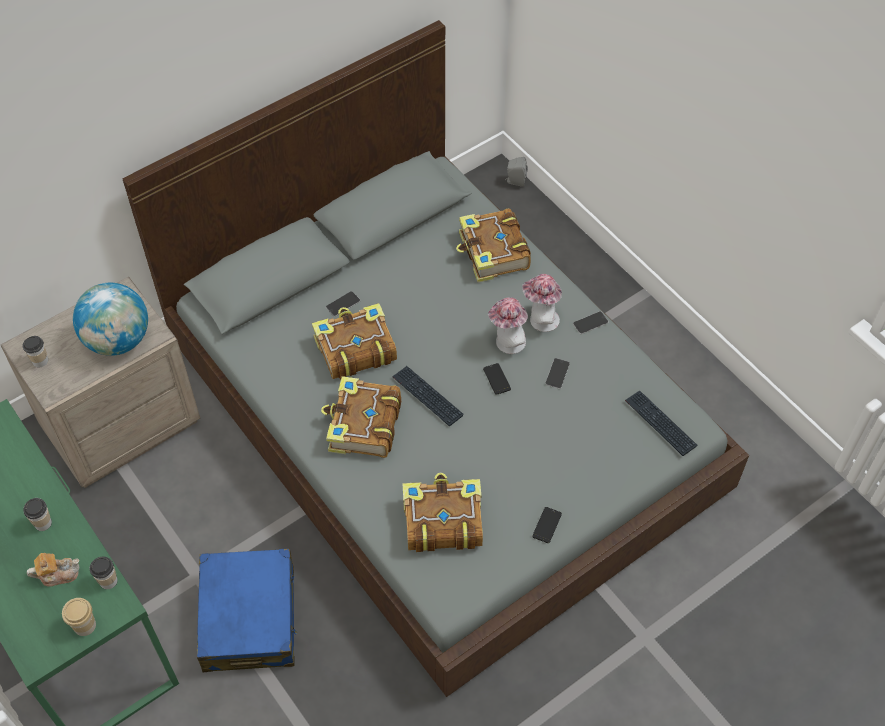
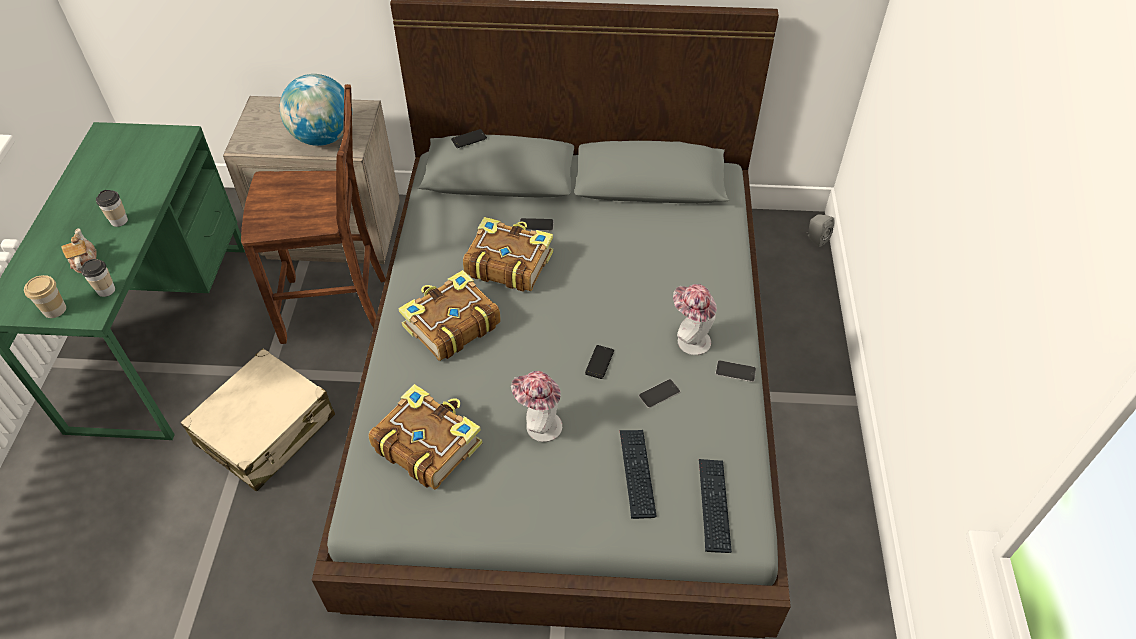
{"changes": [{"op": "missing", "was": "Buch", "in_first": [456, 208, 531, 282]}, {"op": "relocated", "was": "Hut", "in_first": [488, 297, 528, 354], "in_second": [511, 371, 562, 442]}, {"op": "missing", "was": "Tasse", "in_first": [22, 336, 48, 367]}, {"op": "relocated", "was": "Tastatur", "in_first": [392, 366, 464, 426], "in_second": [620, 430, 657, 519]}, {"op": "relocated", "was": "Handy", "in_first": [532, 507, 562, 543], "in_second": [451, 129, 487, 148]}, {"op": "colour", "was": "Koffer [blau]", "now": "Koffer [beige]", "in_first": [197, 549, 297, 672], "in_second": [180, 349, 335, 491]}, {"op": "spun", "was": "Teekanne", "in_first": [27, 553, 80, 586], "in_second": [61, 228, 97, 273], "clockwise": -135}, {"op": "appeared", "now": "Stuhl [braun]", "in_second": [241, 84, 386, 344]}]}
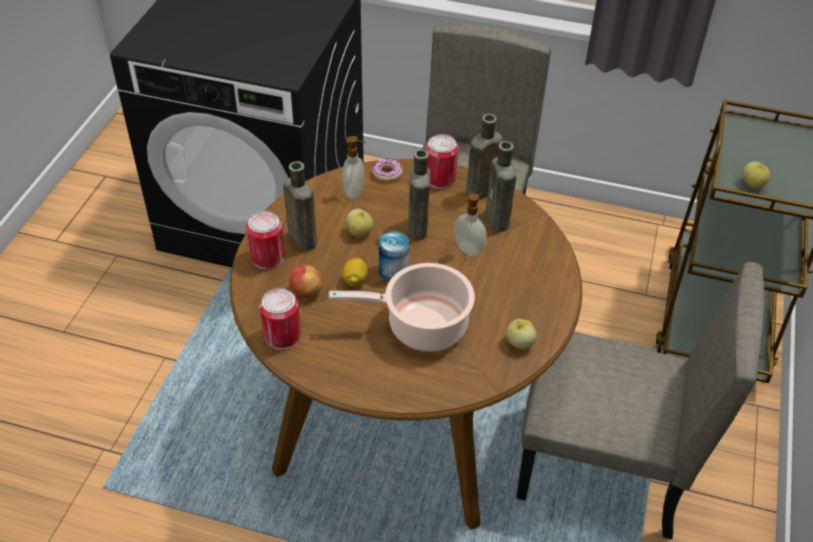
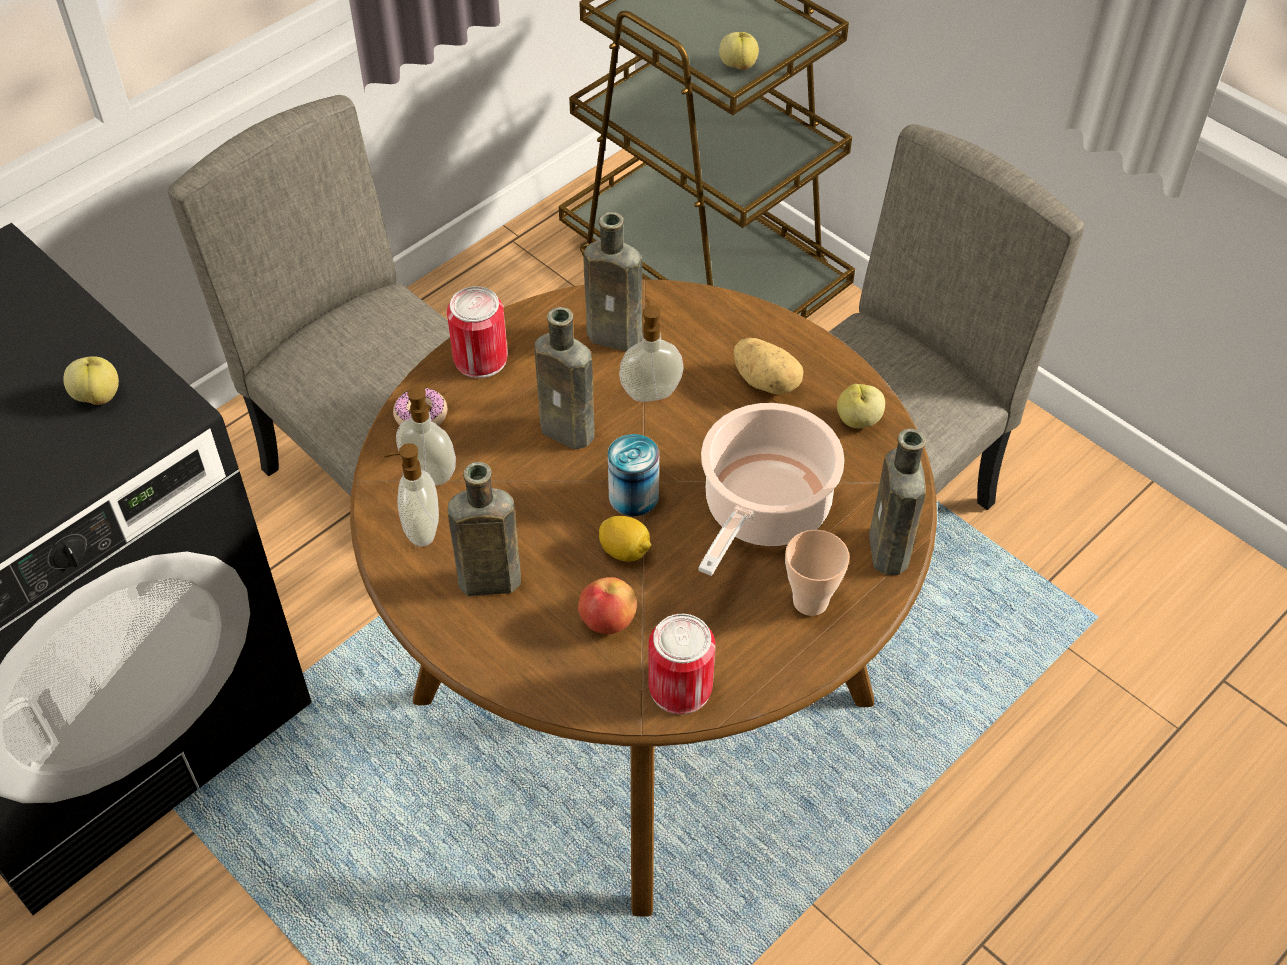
{"changes": [{"op": "relocated", "was": "Flasche [braun]", "in_first": [466, 114, 503, 200], "in_second": [869, 429, 926, 583]}, {"op": "relocated", "was": "Apfel", "in_first": [346, 209, 374, 238], "in_second": [63, 357, 119, 405]}, {"op": "missing", "was": "Dose", "in_first": [246, 211, 285, 269]}, {"op": "appeared", "now": "Kartoffel", "in_second": [734, 338, 804, 395]}, {"op": "appeared", "now": "Seifenspender", "in_second": [384, 443, 439, 547]}, {"op": "appeared", "now": "Tasse", "in_second": [785, 530, 849, 616]}]}
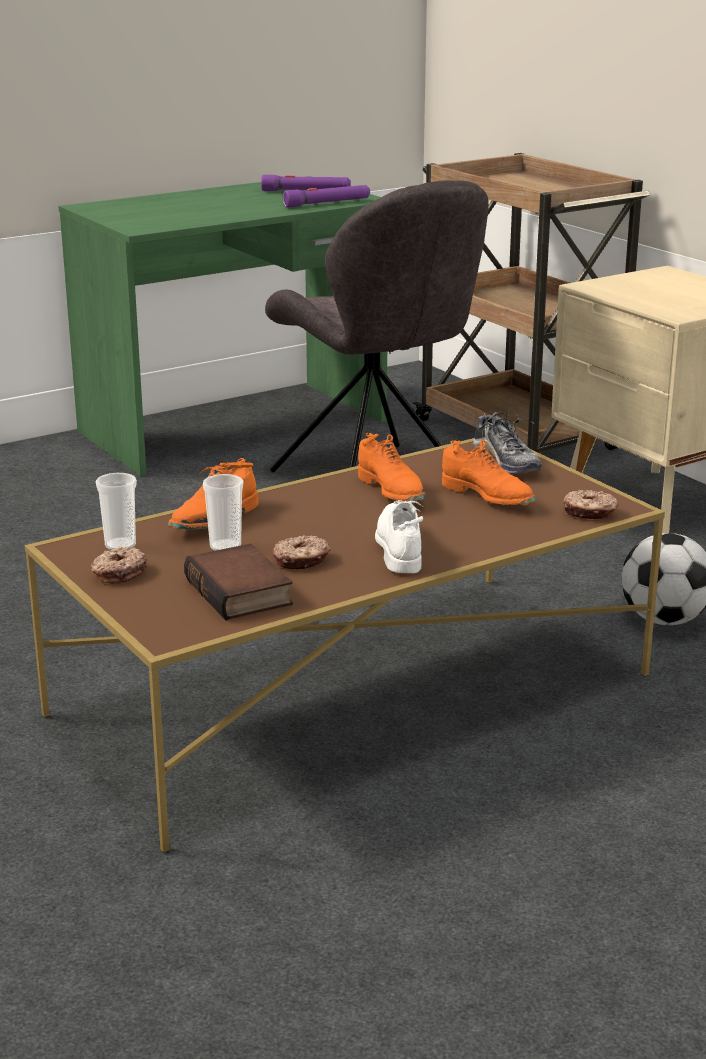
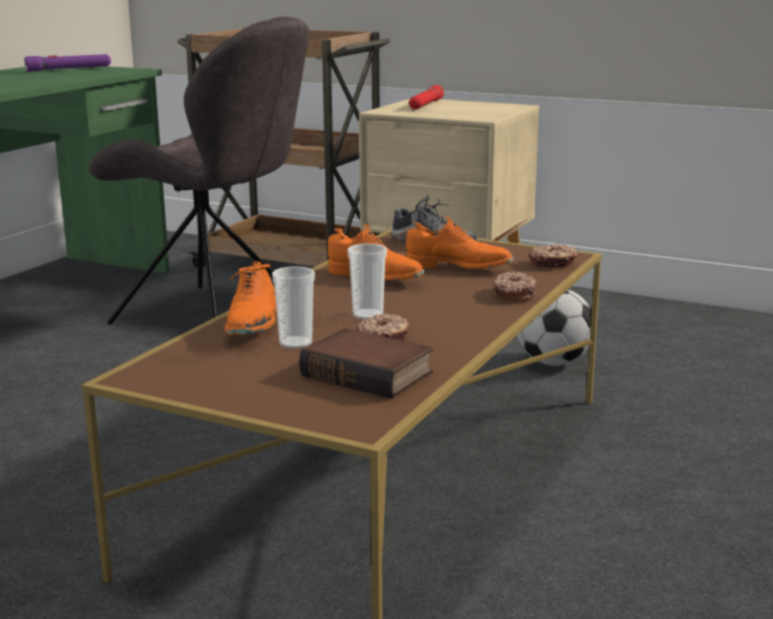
{"changes": [{"op": "missing", "was": "Taschenlampe [lila]", "in_first": [282, 185, 370, 208]}, {"op": "relocated", "was": "Tasse", "in_first": [96, 473, 137, 550], "in_second": [348, 244, 387, 320]}, {"op": "missing", "was": "Schuh [weiß]", "in_first": [375, 500, 423, 574]}, {"op": "relocated", "was": "Donut", "in_first": [91, 546, 147, 584], "in_second": [493, 272, 537, 301]}, {"op": "appeared", "now": "Taschenlampe [rot]", "in_second": [409, 85, 444, 109]}]}
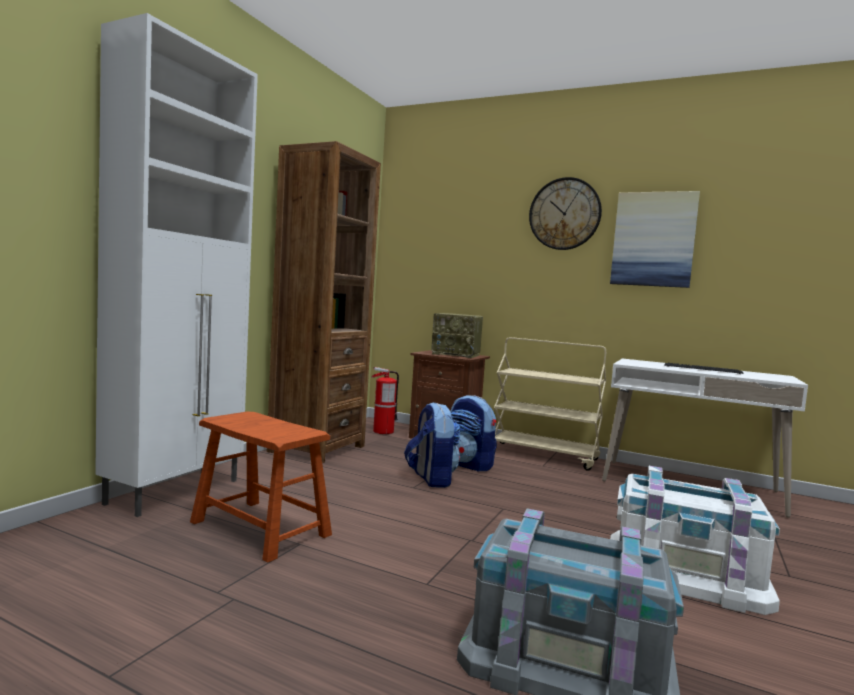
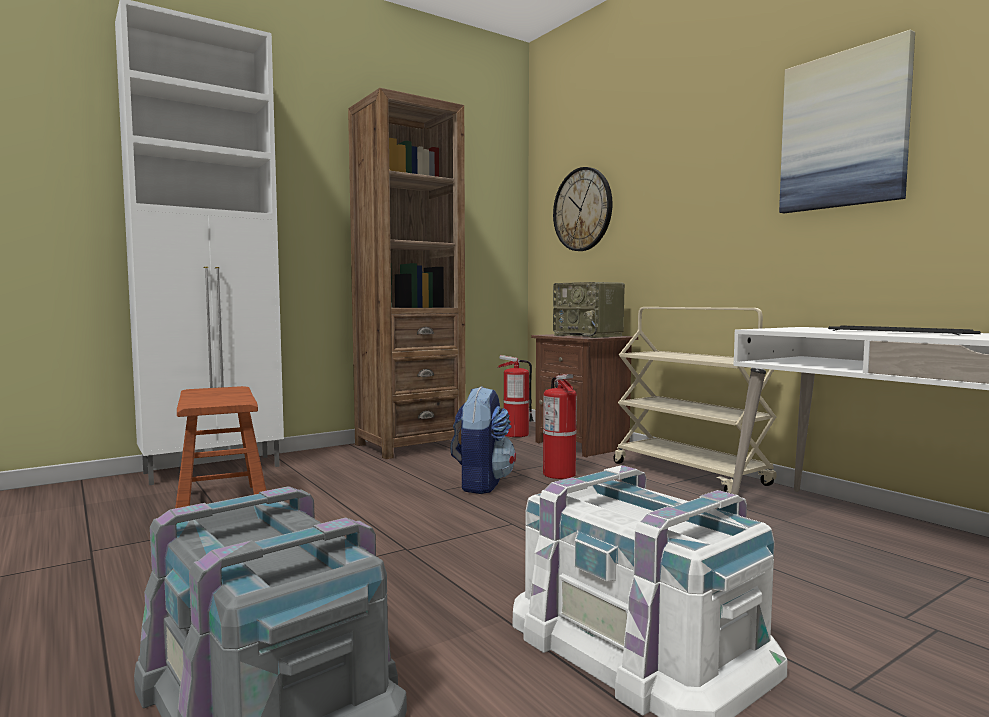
{"changes": [{"op": "relocated", "was": "Wanduhr", "in_first": [529, 177, 602, 250], "in_second": [553, 167, 612, 251]}, {"op": "exchanged", "was": "Rucksack", "now": "Feuerlöscher", "in_first": [450, 395, 497, 471], "in_second": [543, 374, 577, 479]}]}
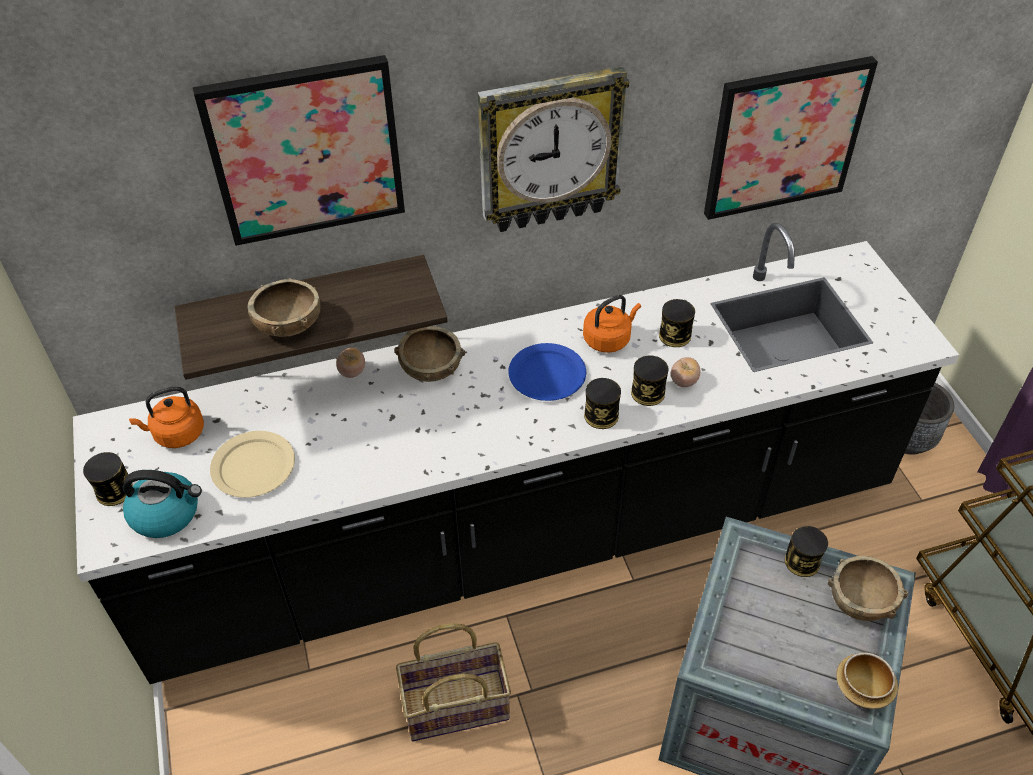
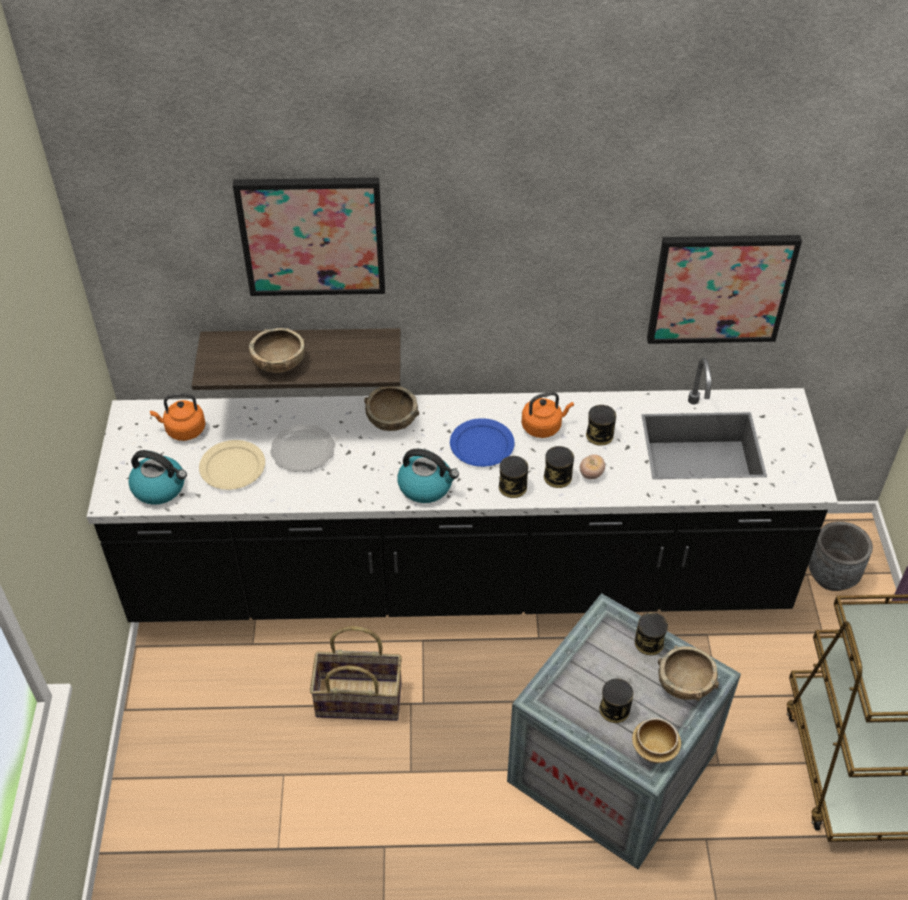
{"changes": [{"op": "missing", "was": "Wanduhr", "in_first": [478, 66, 629, 232]}, {"op": "missing", "was": "Tomate", "in_first": [336, 348, 365, 378]}, {"op": "relocated", "was": "Dose", "in_first": [83, 452, 133, 506], "in_second": [599, 678, 633, 723]}, {"op": "appeared", "now": "Teller", "in_second": [270, 424, 335, 472]}, {"op": "appeared", "now": "Wasserkessel", "in_second": [397, 449, 459, 503]}]}
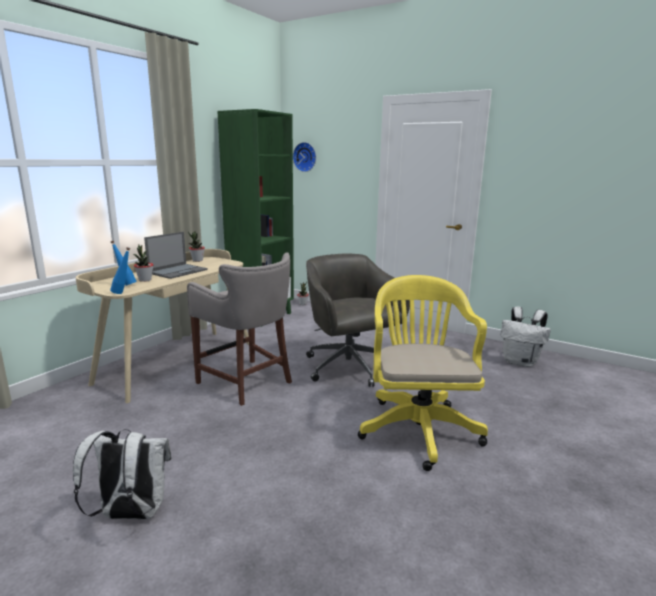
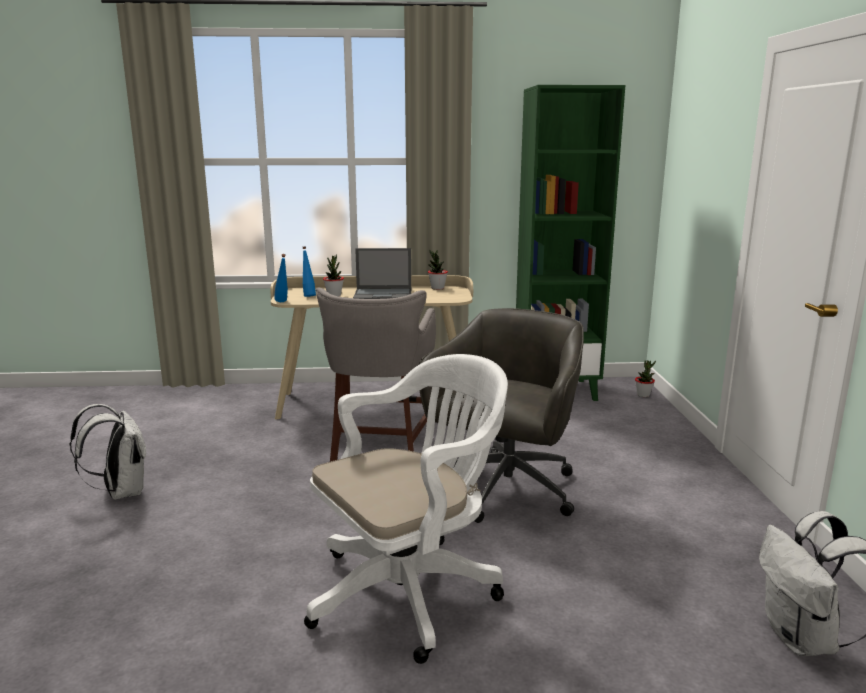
{"changes": [{"op": "missing", "was": "Wanduhr", "in_first": [293, 142, 316, 172]}, {"op": "colour", "was": "Bürostuhl [gelb]", "now": "Bürostuhl [weiß]", "in_first": [358, 275, 488, 471], "in_second": [304, 354, 508, 664]}]}
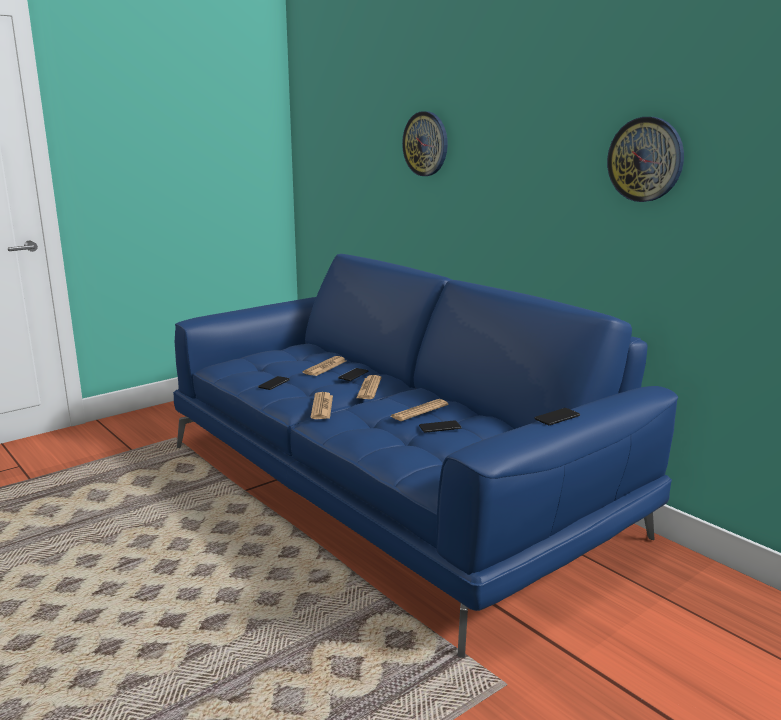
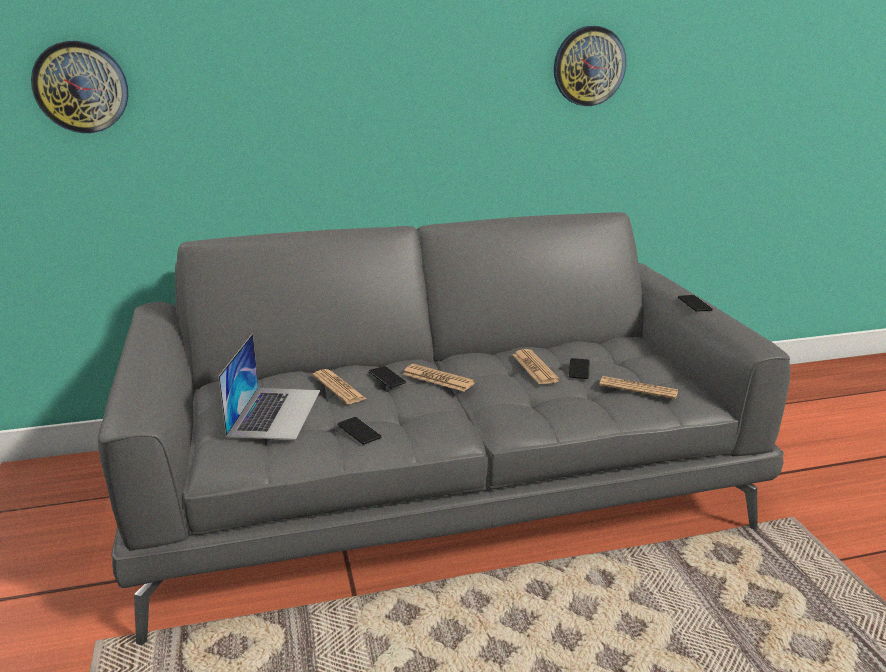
{"changes": [{"op": "relocated", "was": "Wanduhr", "in_first": [402, 111, 448, 176], "in_second": [31, 41, 128, 133]}, {"op": "colour", "was": "Sofa [blau]", "now": "Sofa [grau]", "in_first": [173, 254, 678, 658], "in_second": [97, 212, 790, 645]}, {"op": "relocated", "was": "Zeitung", "in_first": [310, 392, 333, 419], "in_second": [599, 376, 678, 399]}, {"op": "appeared", "now": "Laptop", "in_second": [218, 334, 320, 440]}]}
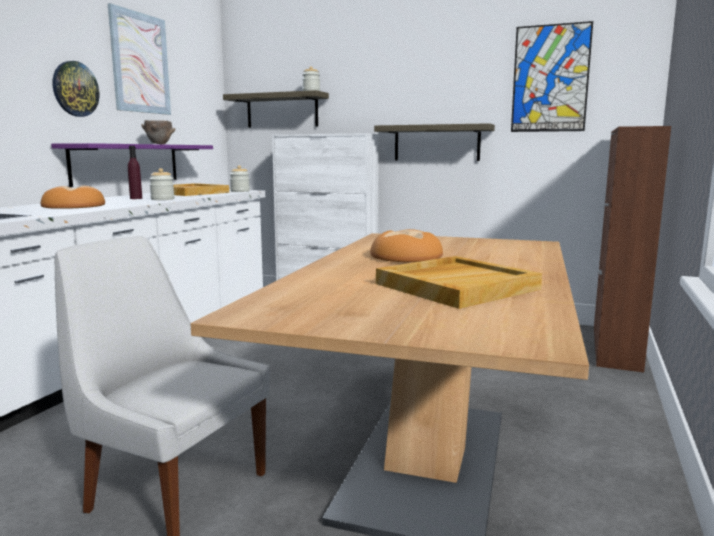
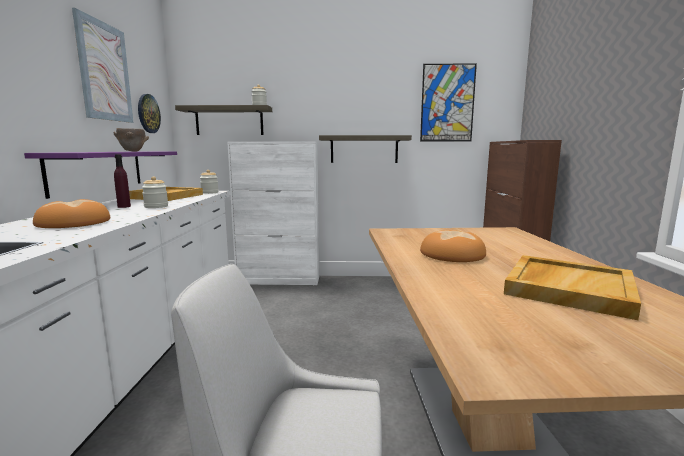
{"changes": [{"op": "relocated", "was": "Wanduhr", "in_first": [52, 61, 99, 117], "in_second": [138, 94, 161, 133]}]}
